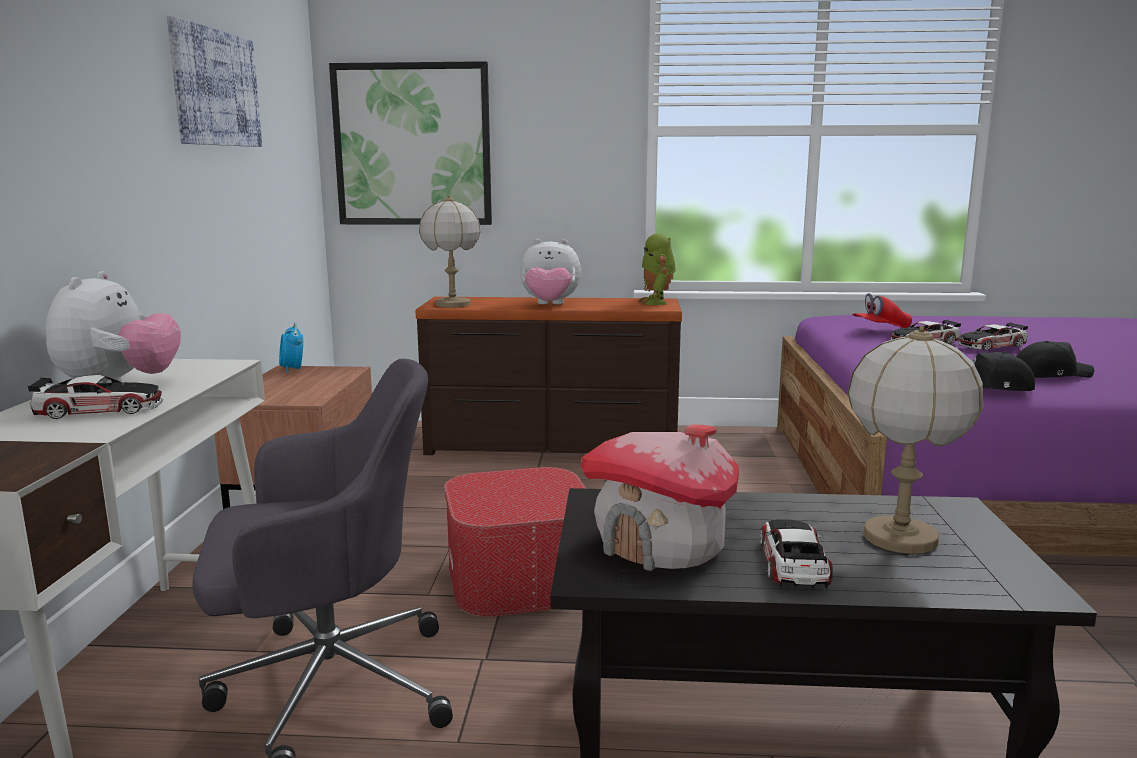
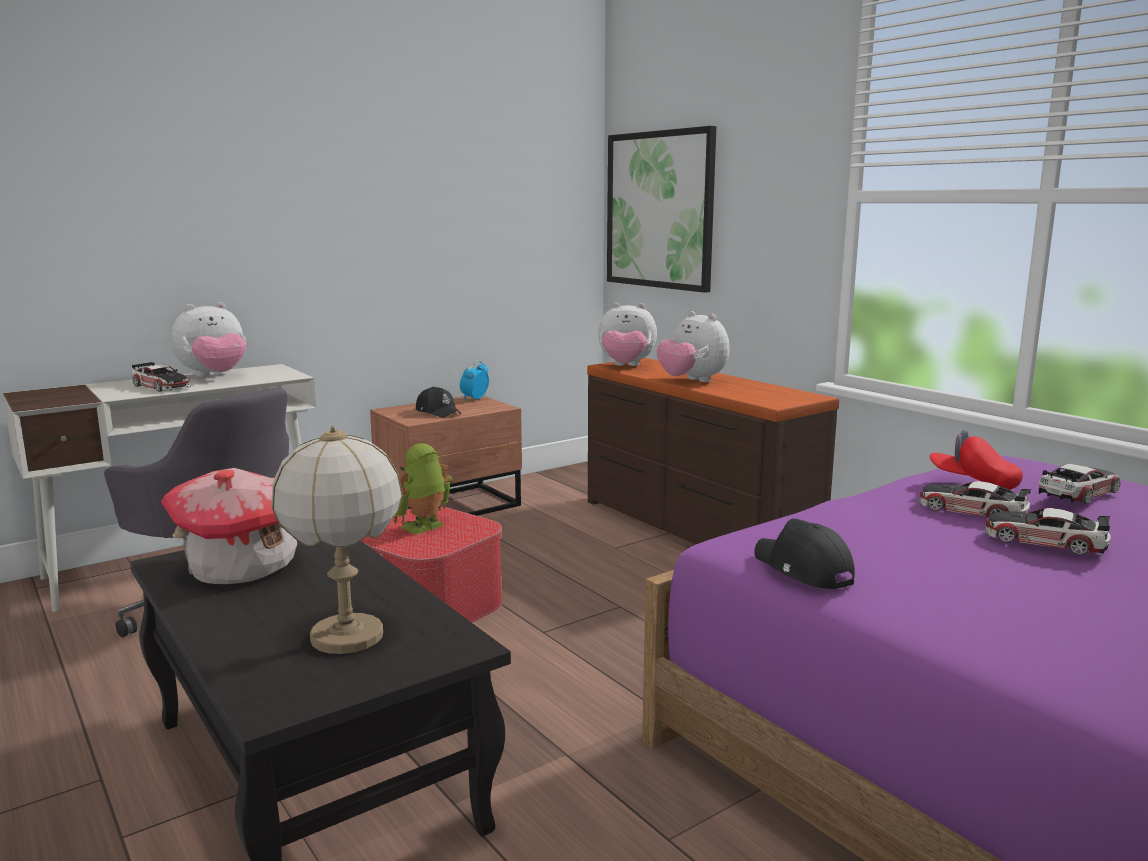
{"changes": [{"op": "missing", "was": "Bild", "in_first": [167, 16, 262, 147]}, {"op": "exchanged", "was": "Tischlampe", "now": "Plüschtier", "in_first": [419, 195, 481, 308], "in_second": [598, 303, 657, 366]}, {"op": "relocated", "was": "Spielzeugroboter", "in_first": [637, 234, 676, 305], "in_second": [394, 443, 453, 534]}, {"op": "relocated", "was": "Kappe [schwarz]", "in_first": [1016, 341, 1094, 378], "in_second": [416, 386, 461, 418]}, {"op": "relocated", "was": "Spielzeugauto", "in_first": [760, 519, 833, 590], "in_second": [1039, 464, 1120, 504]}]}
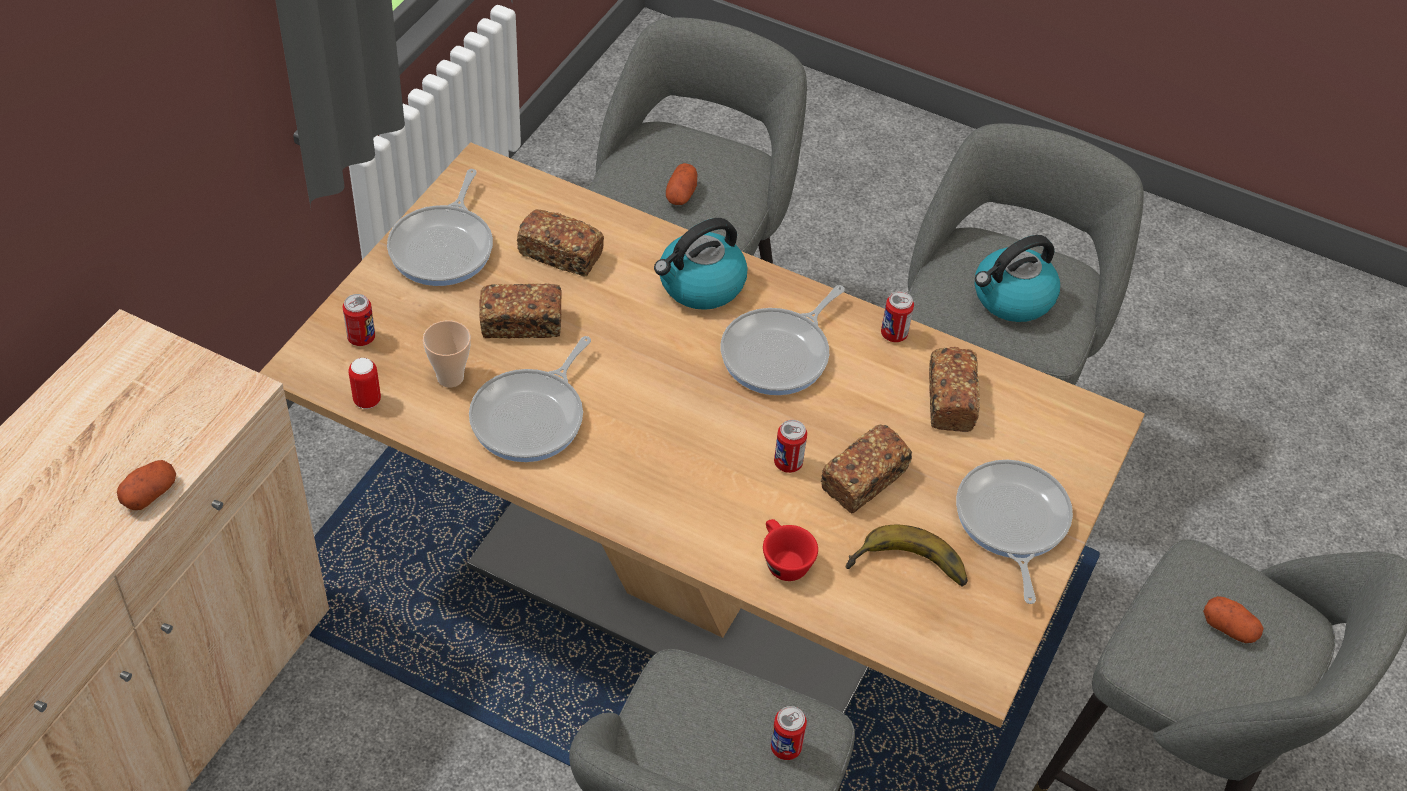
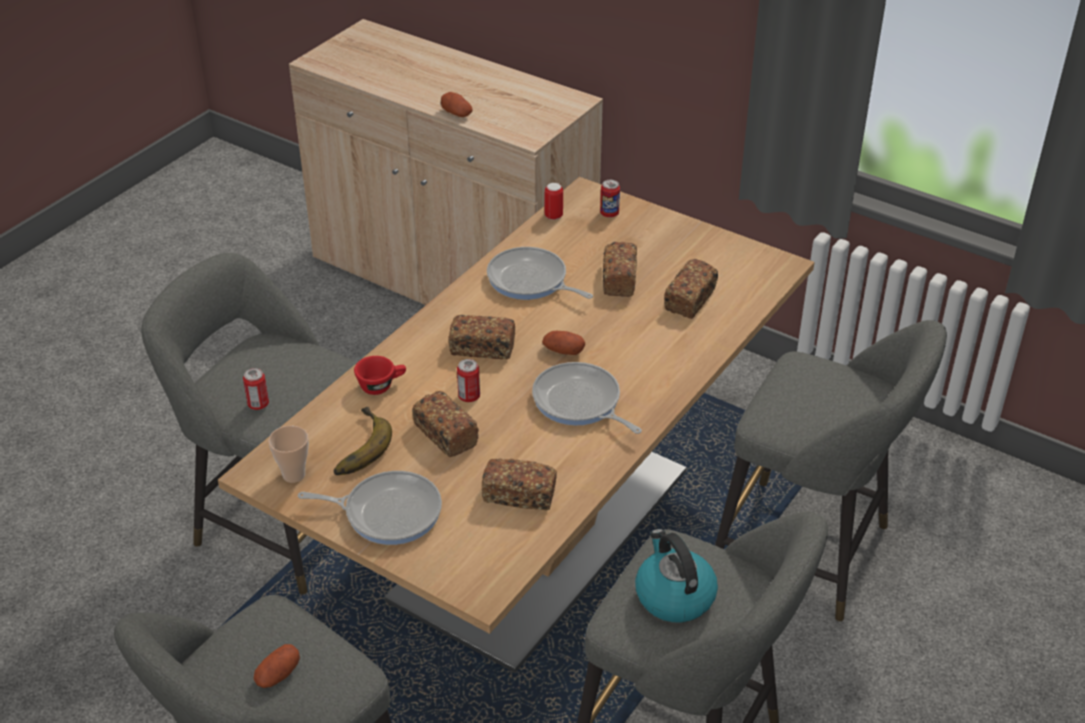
{"changes": [{"op": "relocated", "was": "Kartoffel", "in_first": [666, 163, 698, 205], "in_second": [542, 331, 585, 355]}, {"op": "missing", "was": "Pfanne", "in_first": [387, 169, 493, 286]}, {"op": "missing", "was": "Wasserkessel", "in_first": [654, 218, 747, 310]}, {"op": "missing", "was": "Dose", "in_first": [881, 291, 914, 342]}, {"op": "relocated", "was": "Tasse", "in_first": [423, 321, 471, 387], "in_second": [268, 425, 309, 483]}, {"op": "appeared", "now": "Brot", "in_second": [449, 315, 515, 359]}]}
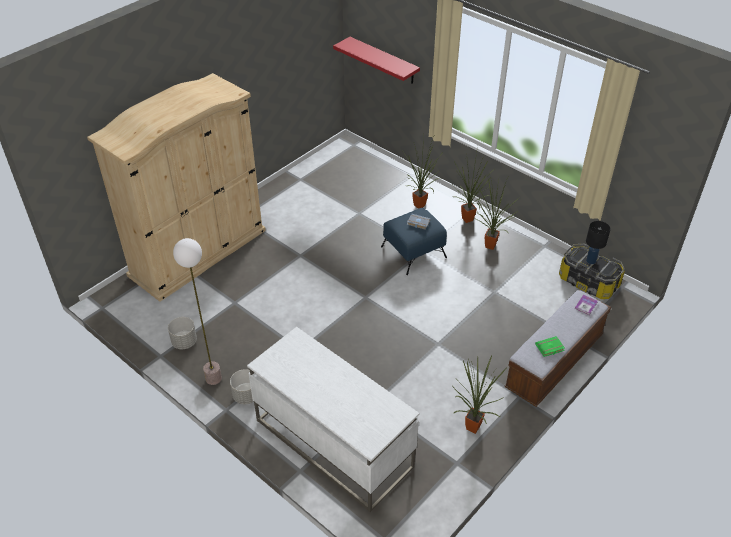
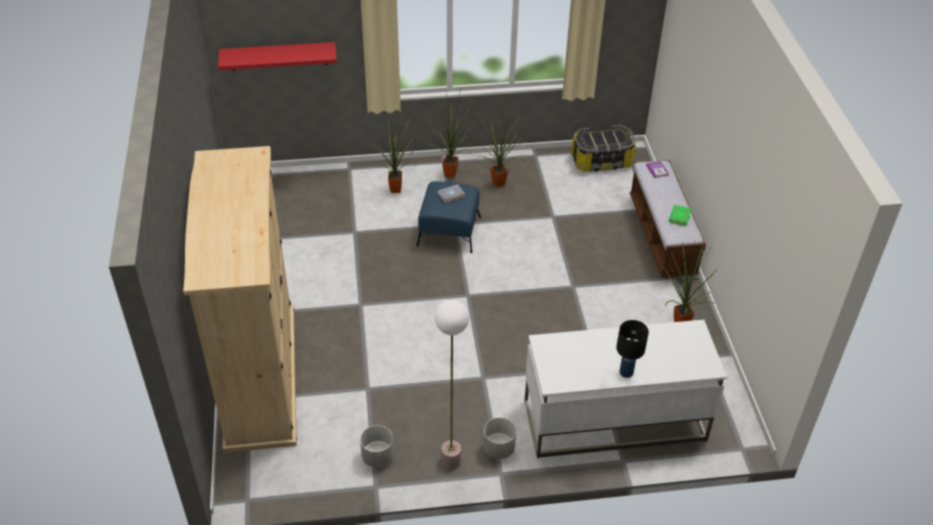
{"changes": [{"op": "relocated", "was": "Tischlampe [schwarz]", "in_first": [586, 221, 611, 264], "in_second": [616, 320, 649, 378]}]}
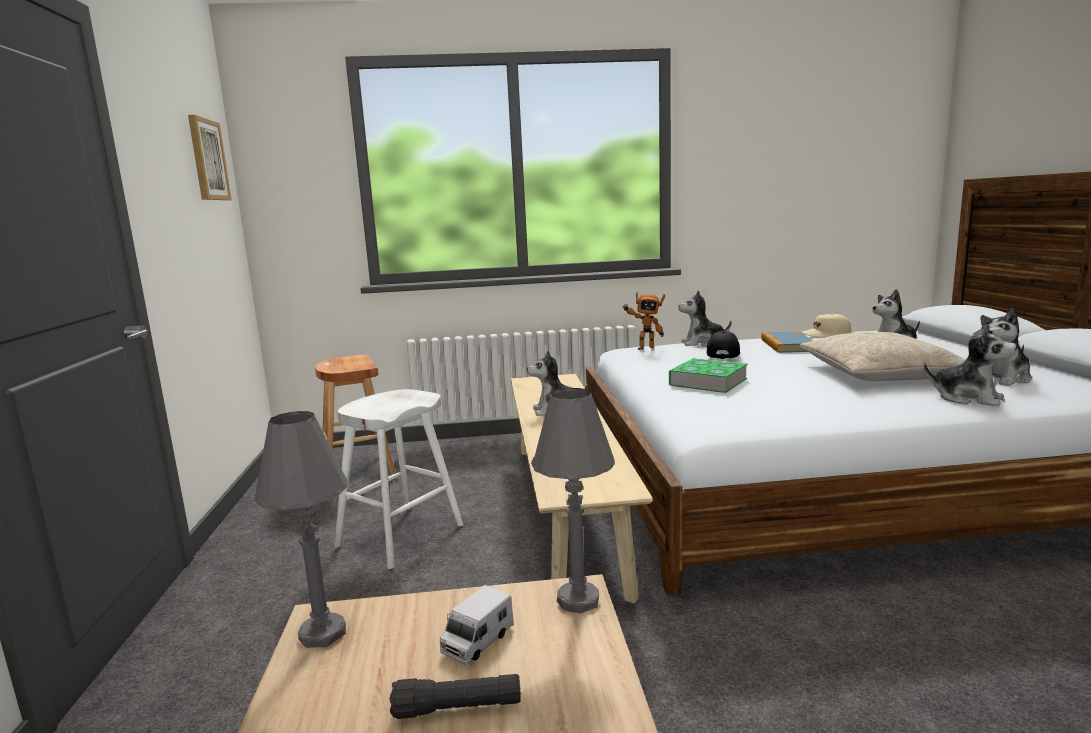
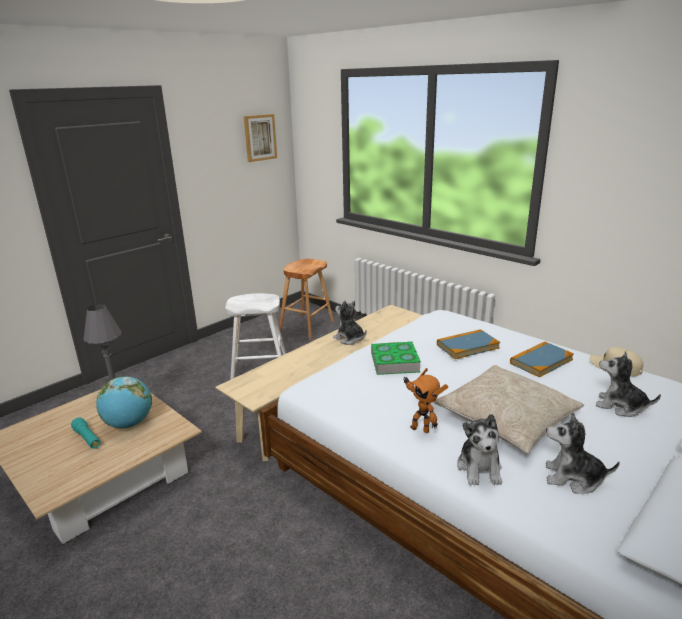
{"changes": [{"op": "missing", "was": "Plüschtier", "in_first": [678, 290, 731, 347]}, {"op": "relocated", "was": "Spielzeugroboter", "in_first": [623, 292, 665, 350], "in_second": [403, 368, 448, 433]}, {"op": "exchanged", "was": "Kappe [schwarz]", "now": "Buch", "in_first": [707, 331, 740, 359], "in_second": [437, 329, 500, 359]}, {"op": "missing", "was": "Tischlampe [grau]", "in_first": [531, 388, 615, 613]}, {"op": "exchanged", "was": "Spielzeuglaster", "now": "Globus", "in_first": [440, 585, 514, 664], "in_second": [96, 376, 152, 429]}, {"op": "colour", "was": "Taschenlampe [schwarz]", "now": "Taschenlampe [türkis]", "in_first": [389, 674, 521, 719], "in_second": [71, 417, 101, 449]}]}
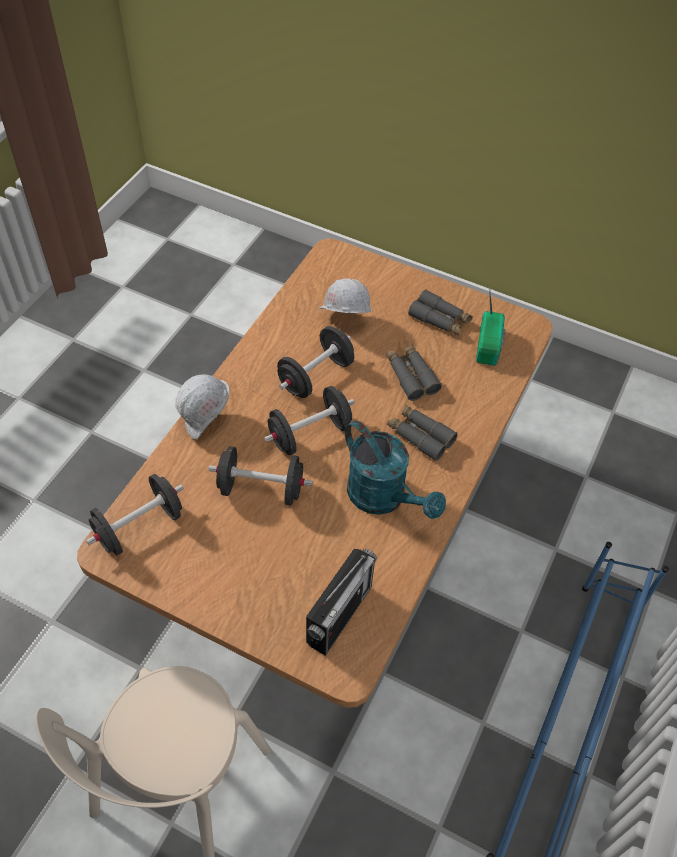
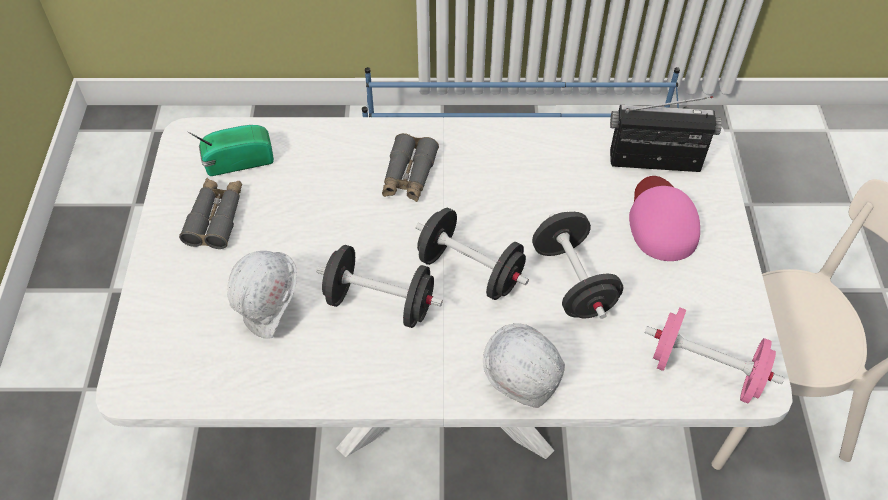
{"changes": [{"op": "colour", "was": "Esstisch [braun]", "now": "Esstisch [weiß]", "in_first": [77, 239, 553, 708], "in_second": [95, 117, 793, 459]}, {"op": "missing", "was": "Fernglas [grau]", "in_first": [387, 344, 442, 401]}, {"op": "missing", "was": "Gießkanne [türkis]", "in_first": [345, 420, 446, 519]}, {"op": "colour", "was": "Hantel [schwarz]", "now": "Hantel [rosa]", "in_first": [86, 474, 184, 555], "in_second": [645, 307, 784, 403]}, {"op": "appeared", "now": "Kappe [rosa]", "in_second": [629, 176, 700, 261]}]}
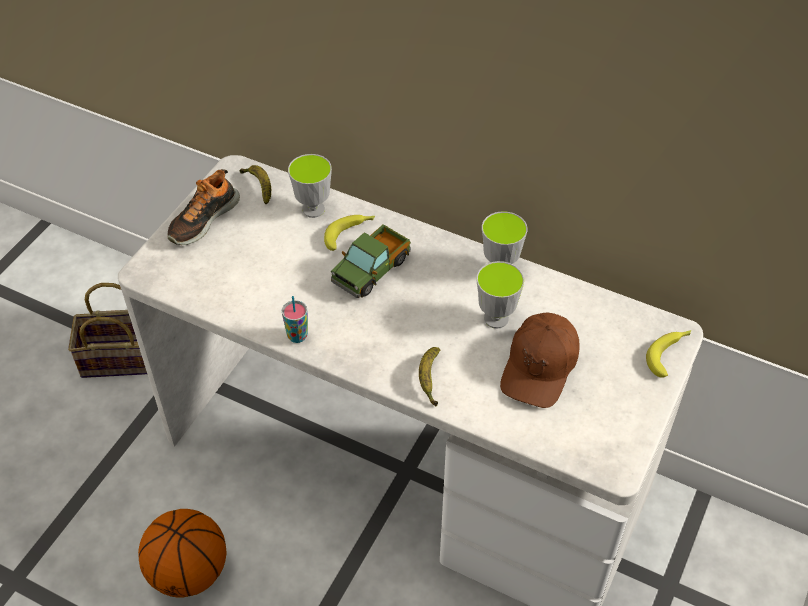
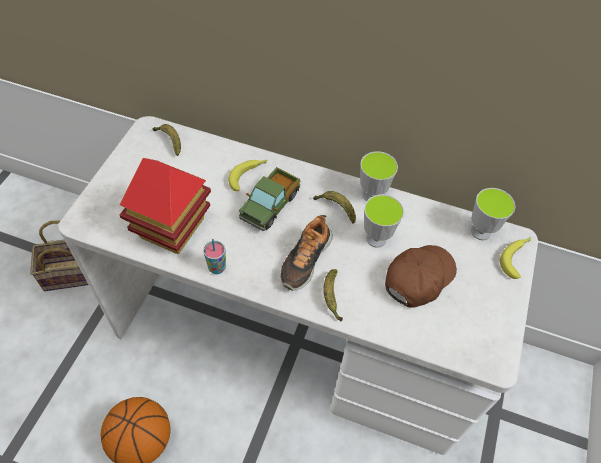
{"changes": [{"op": "relocated", "was": "Tasse", "in_first": [288, 154, 332, 218], "in_second": [471, 188, 516, 240]}, {"op": "relocated", "was": "Schuh", "in_first": [167, 169, 240, 245], "in_second": [280, 215, 333, 291]}, {"op": "spun", "was": "Kappe [braun]", "in_first": [500, 313, 580, 408], "in_second": [385, 245, 457, 308], "clockwise": -150}, {"op": "appeared", "now": "Spielzeughaus", "in_second": [120, 158, 211, 254]}, {"op": "appeared", "now": "Banane", "in_second": [313, 191, 356, 223]}]}
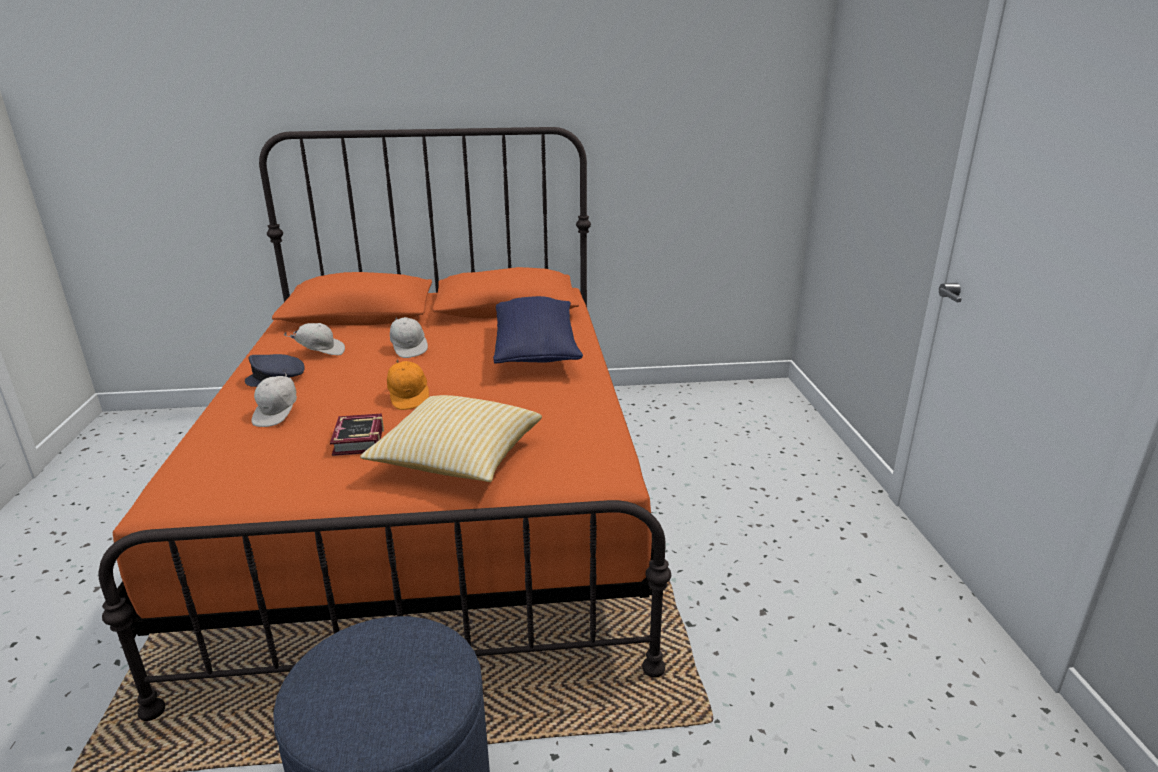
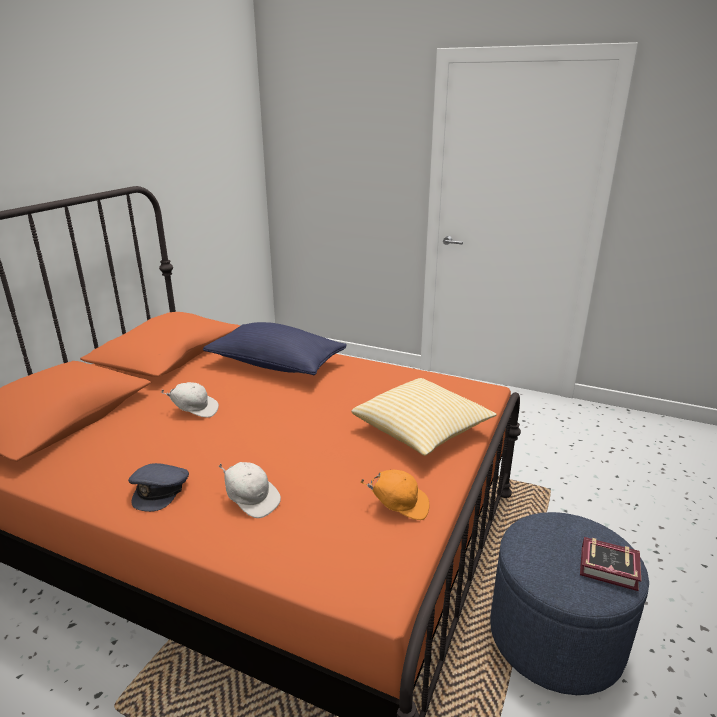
{"changes": [{"op": "missing", "was": "Kappe [weiß]", "in_first": [284, 323, 345, 355]}, {"op": "relocated", "was": "Kappe [orange]", "in_first": [387, 359, 429, 410], "in_second": [360, 470, 429, 520]}, {"op": "relocated", "was": "Buch", "in_first": [330, 414, 384, 456], "in_second": [580, 537, 641, 591]}]}
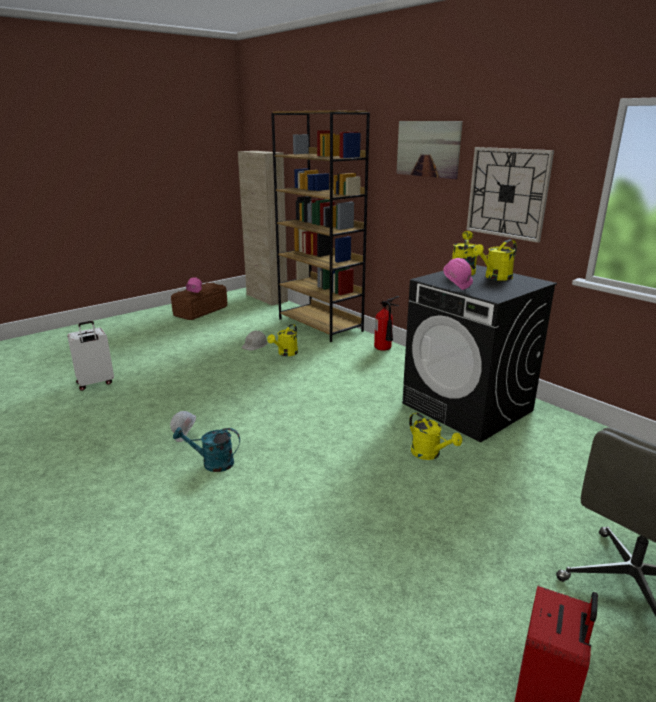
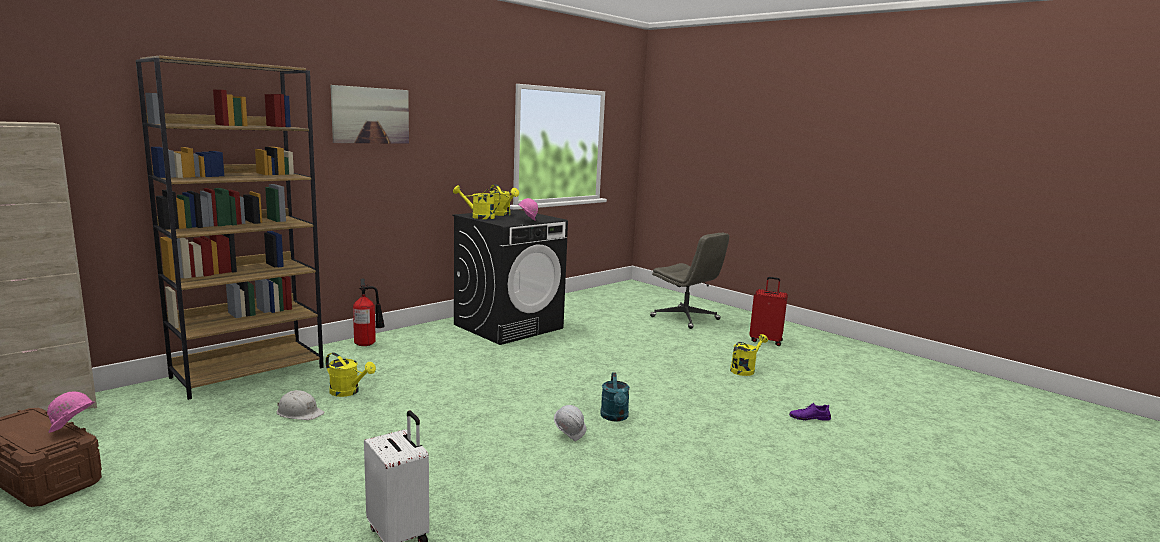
{"changes": [{"op": "missing", "was": "Wanduhr", "in_first": [466, 147, 554, 243]}, {"op": "relocated", "was": "Gießkanne [gelb]", "in_first": [409, 412, 462, 460], "in_second": [730, 334, 768, 376]}, {"op": "appeared", "now": "Schuh [lila]", "in_second": [789, 403, 831, 421]}]}
